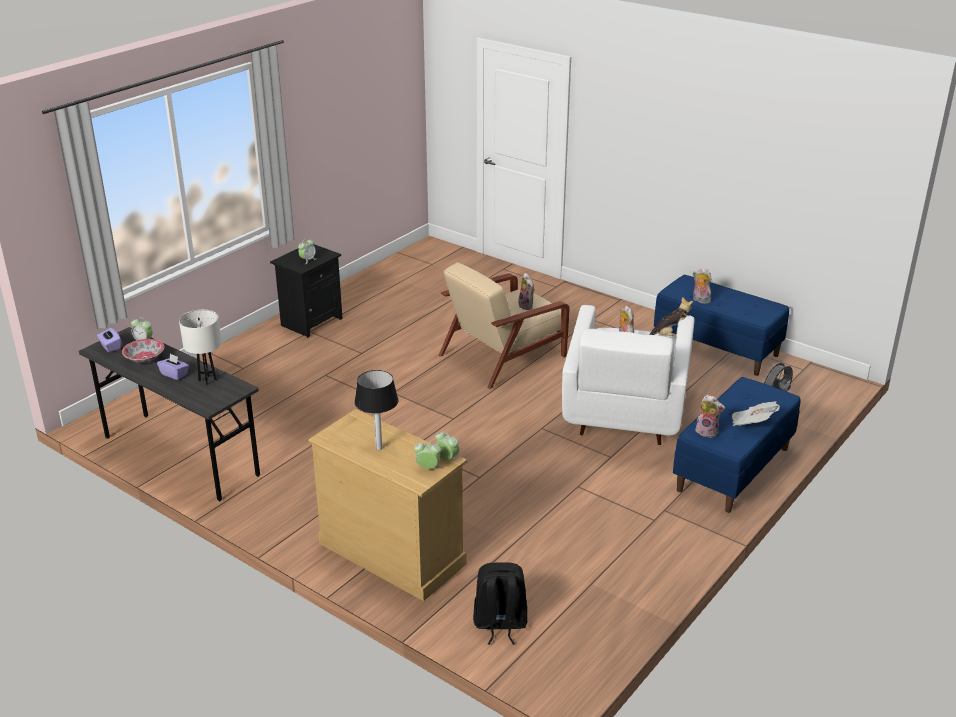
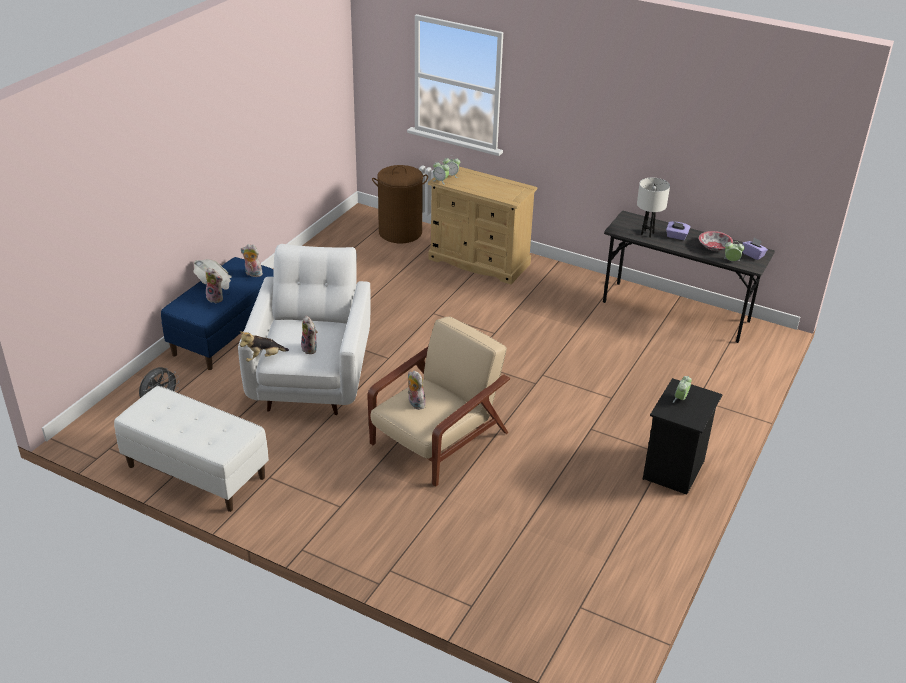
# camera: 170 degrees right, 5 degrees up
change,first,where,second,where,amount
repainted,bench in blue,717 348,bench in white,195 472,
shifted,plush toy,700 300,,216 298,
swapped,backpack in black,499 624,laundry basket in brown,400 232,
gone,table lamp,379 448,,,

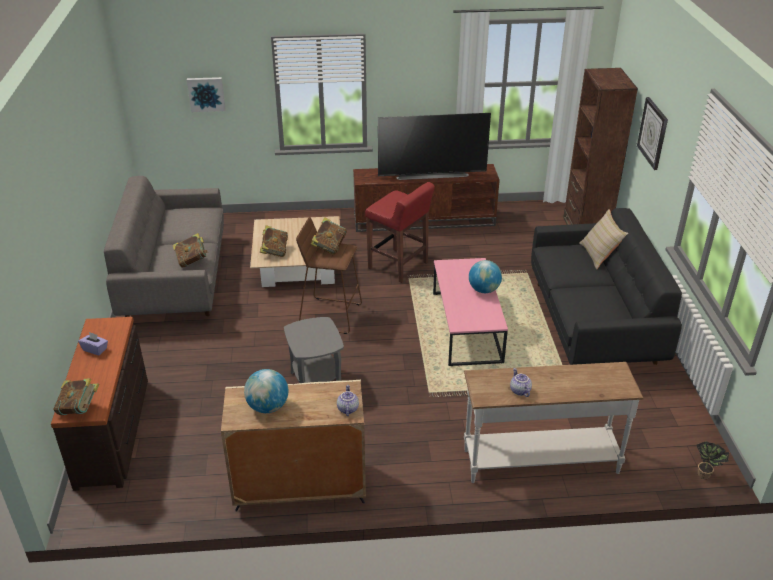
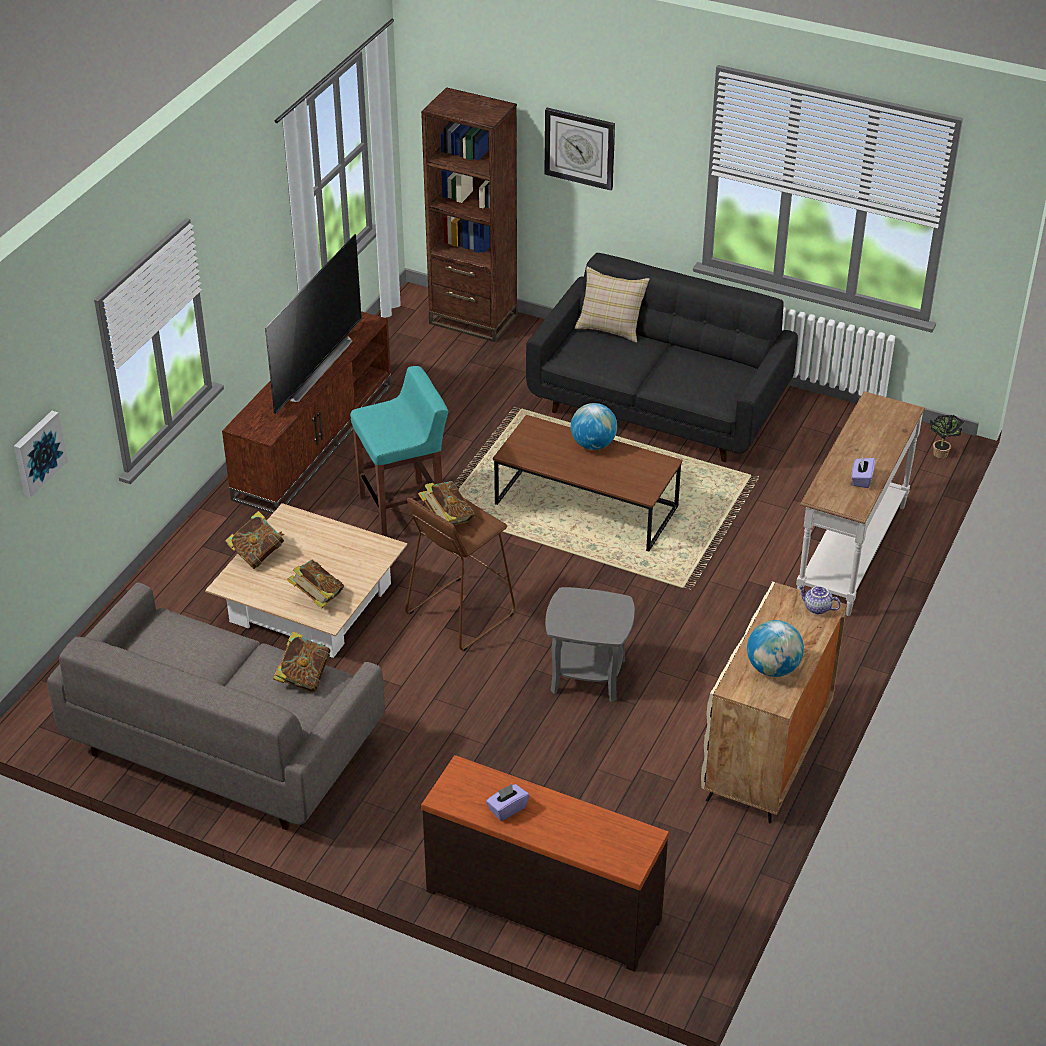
# camera: 60 degrees left, 5 degrees up
change,first,where,second,where,amount
shifted,book,79 409,,257 555,
repainted,stool in red,398 266,stool in turquoise,403 509,
repainted,coffee table in pink,466 327,coffee table in brown,586 506,
swapped,teapot,519 390,tissue box in purple,861 479,

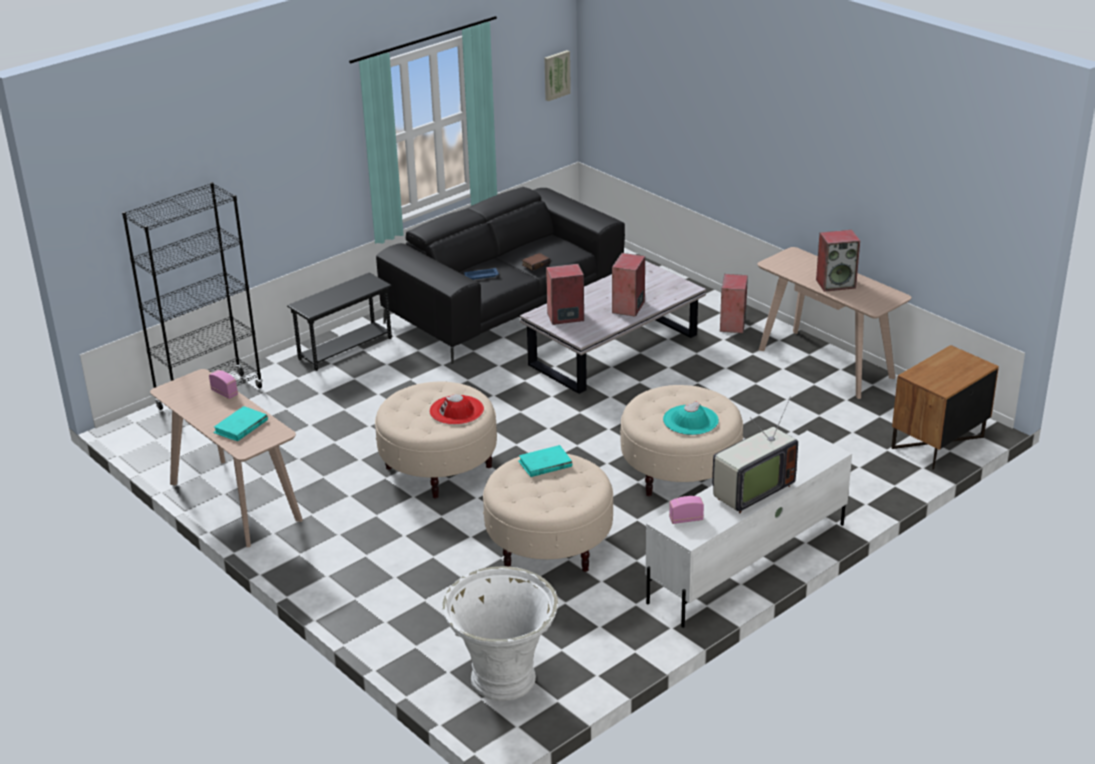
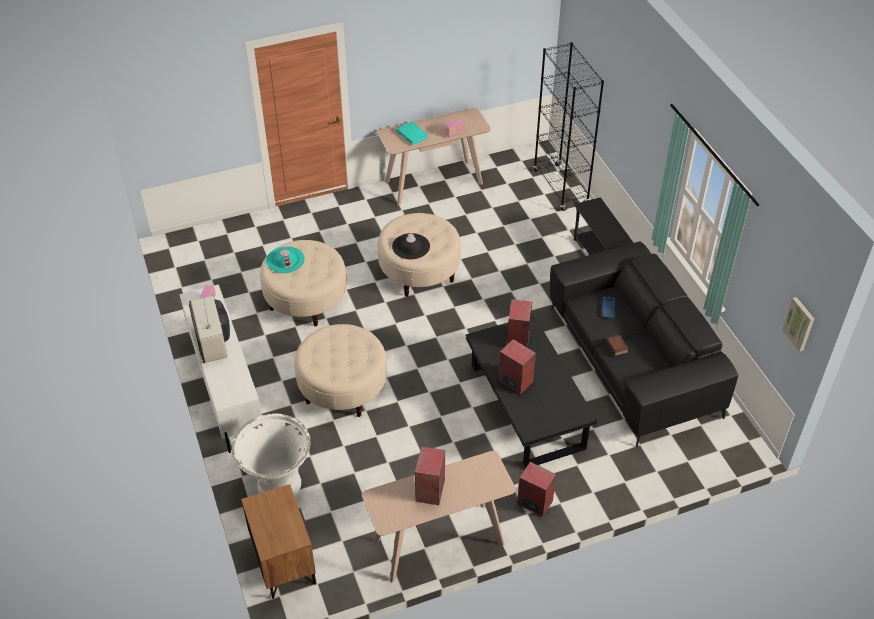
# camera: 110 degrees right, 15 degrees up
change,first,where,second,where,amount
shifted,planter in white,503 680,,278 484,
shifted,hat in turquoise,690 420,,285 260,
repainted,hat in red,456 410,hat in black,411 246,
repainted,coffee table in white,614 351,coffee table in black,526 407,
gone,book in turquoise,545 464,,,

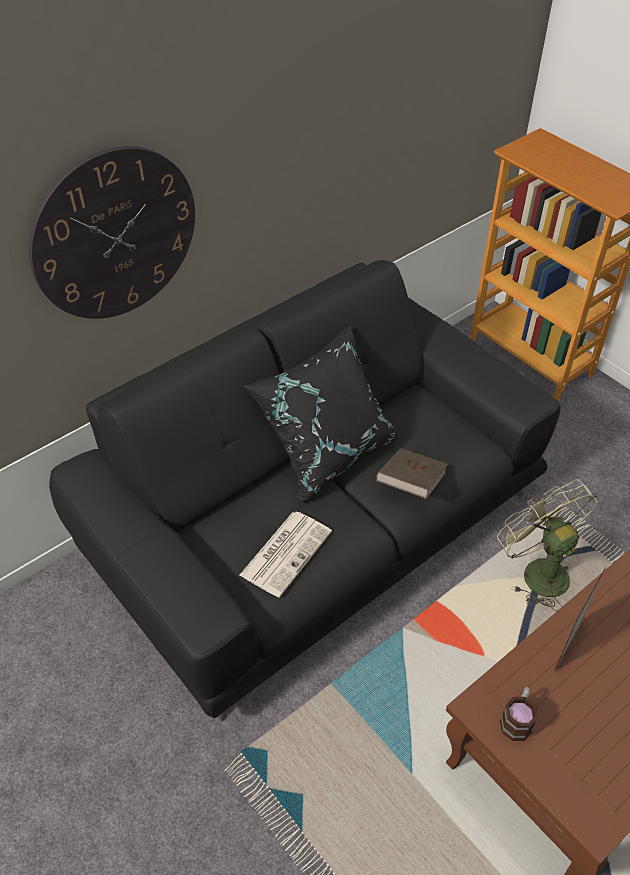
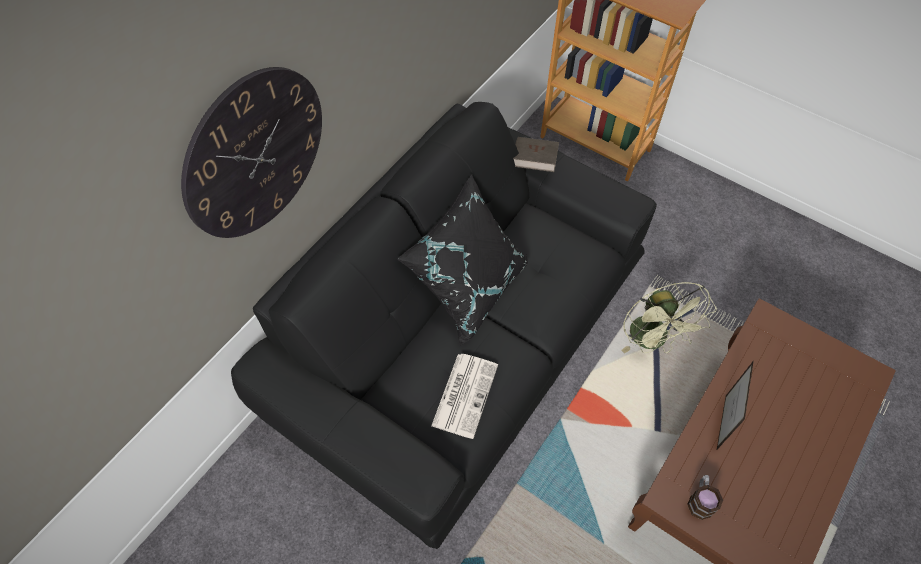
# camera: 15 degrees left, 10 degrees up
change,first,where,second,where,amount
shifted,book in brown,410 484,,533 164,
rotated,fan in green,537 571,,653 340,150 degrees counterclockwise

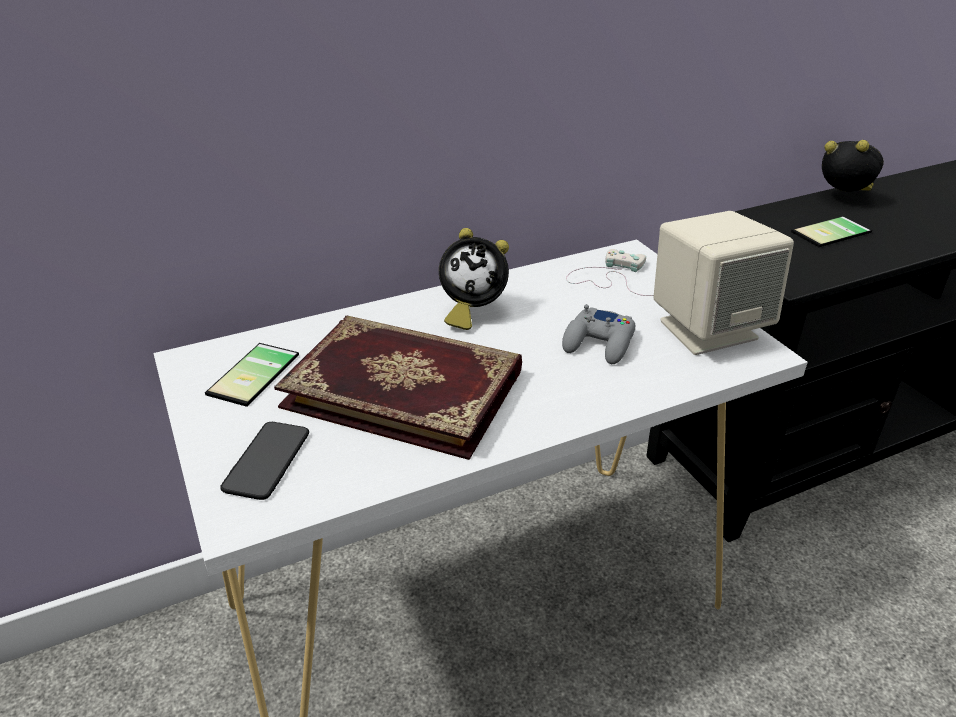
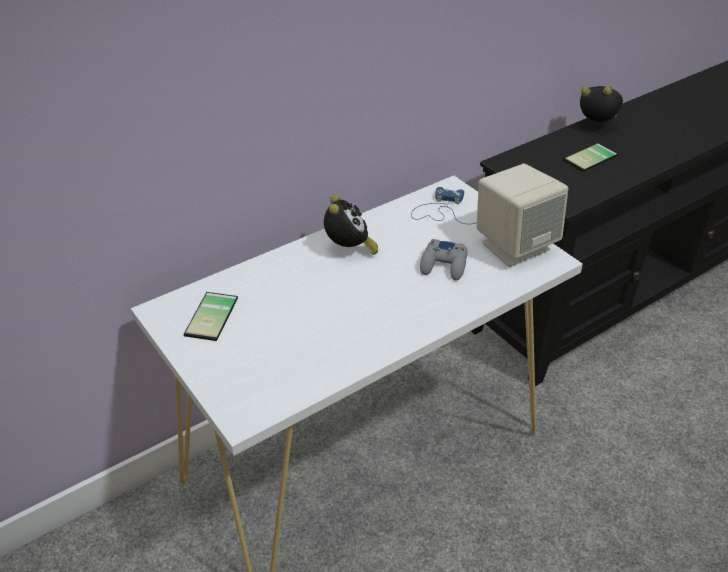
# camera: 10 degrees left, 5 degrees up
change,first,where,second,where,amount
rotated,alarm clock,471 311,,349 249,90 degrees counterclockwise
repainted,game controller in white,610 277,game controller in blue,441 210,
gone,phone,267 461,,,
gone,book,405 387,,,

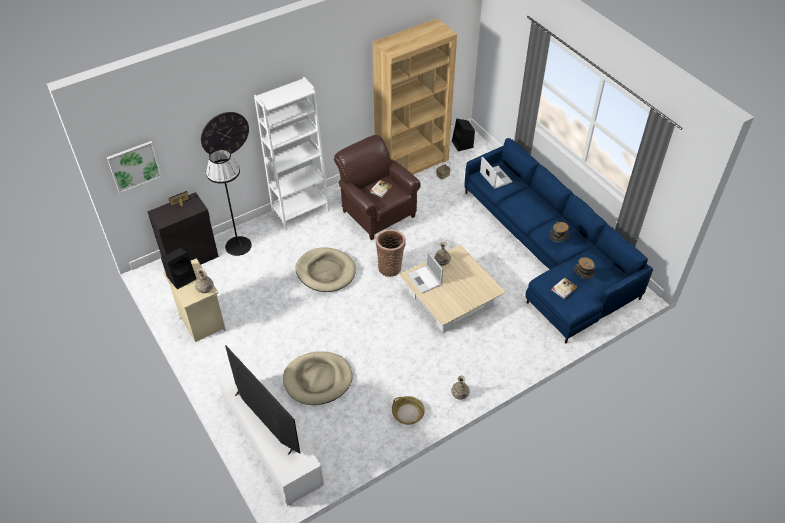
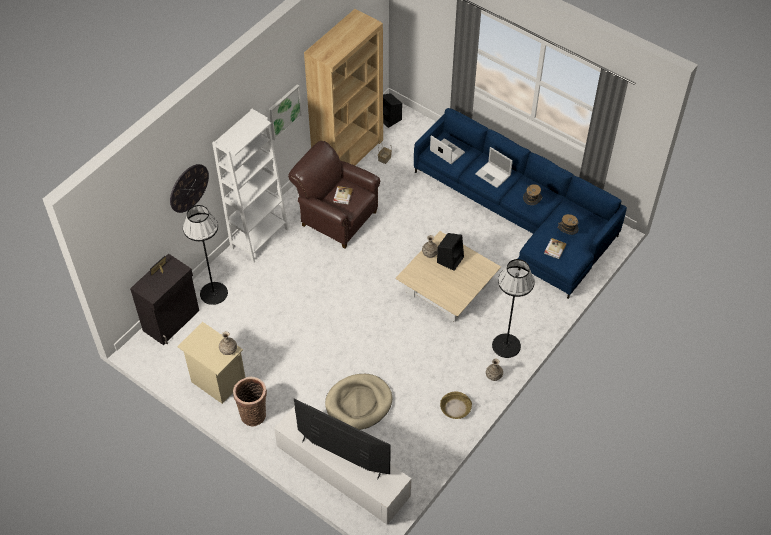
# camera: 20 degrees left, 5 degrees up
change,first,where,second,where,amount
shifted,basket,390 267,,253 413,
shifted,picture,134 166,,284 111,
shifted,speaker in black,182 277,,450 259,
shifted,laptop,425 280,,493 175,
new,,,floor lamp in black,506 345,
gone,dog bed in beige,326 271,,,

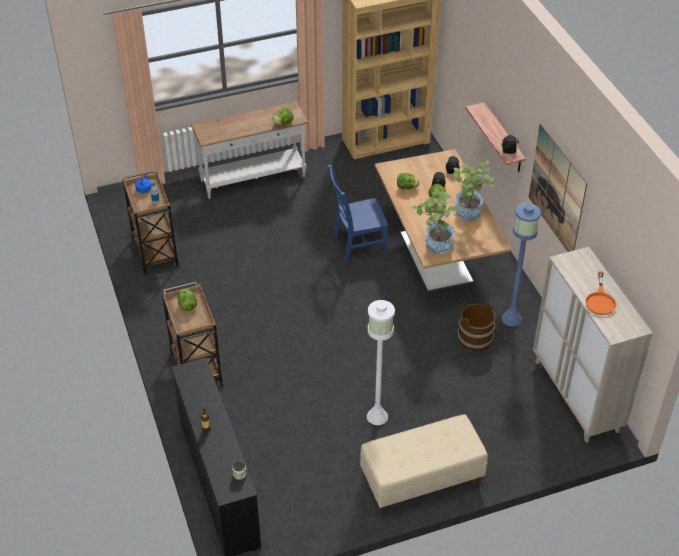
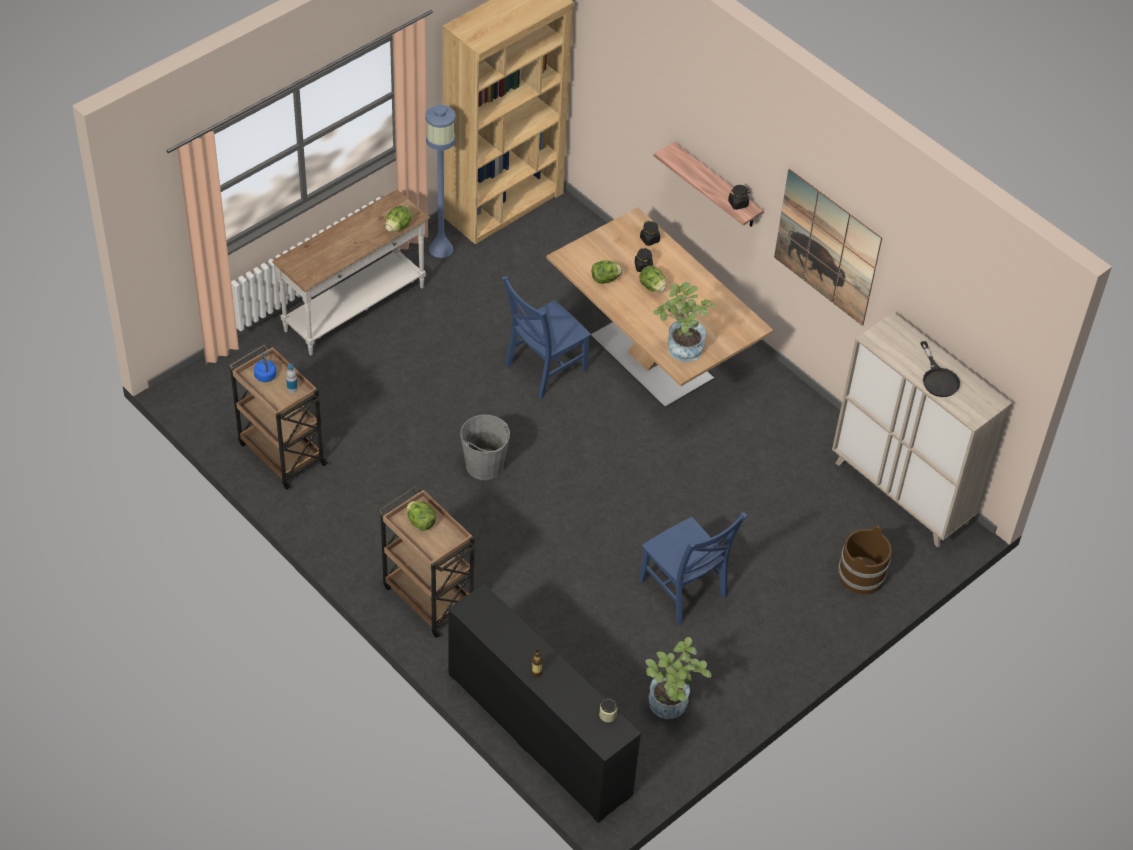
# camera: 25 degrees left, 5 degrees up
change,first,where,second,where,amount
shifted,floor lamp in blue,511 319,,441 249,
new,,,bucket in grey,484 465,
swapped,floor lamp in white,377 417,chair in blue,685 591,
shifted,potted plant,468 215,,670 708,
shifted,bucket in brown,475 339,,861 576,
repainted,frying pan in orange,600 300,frying pan in black,938 378,
gone,bench in beige,421 481,,,

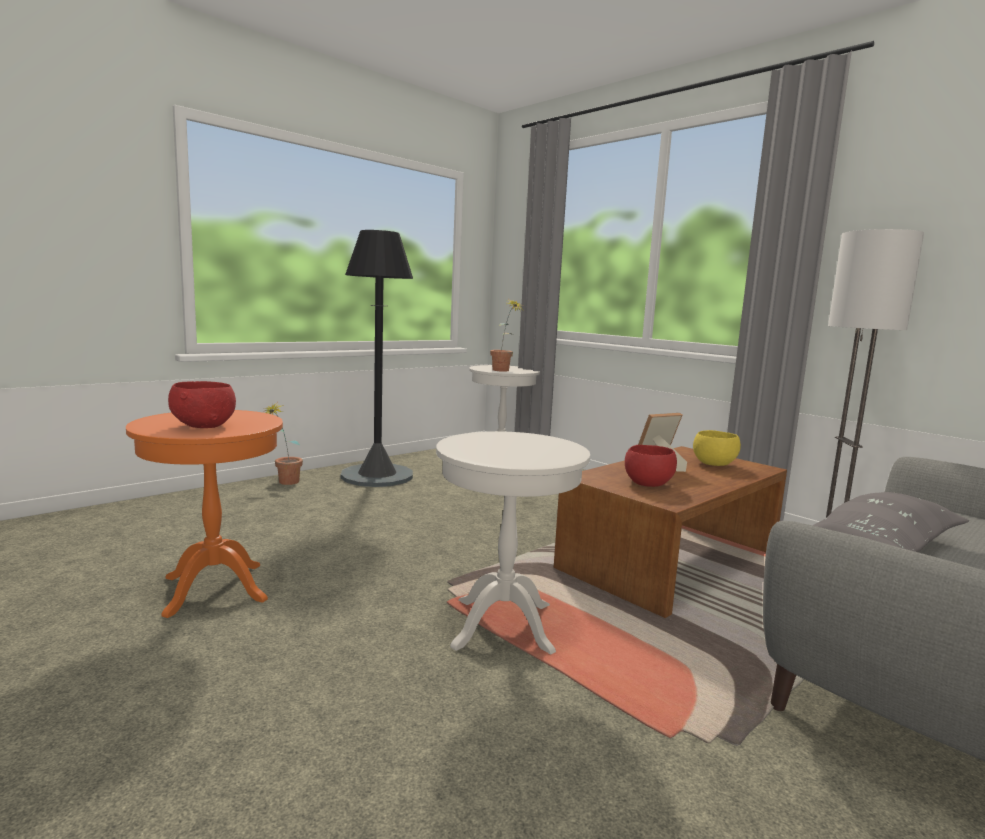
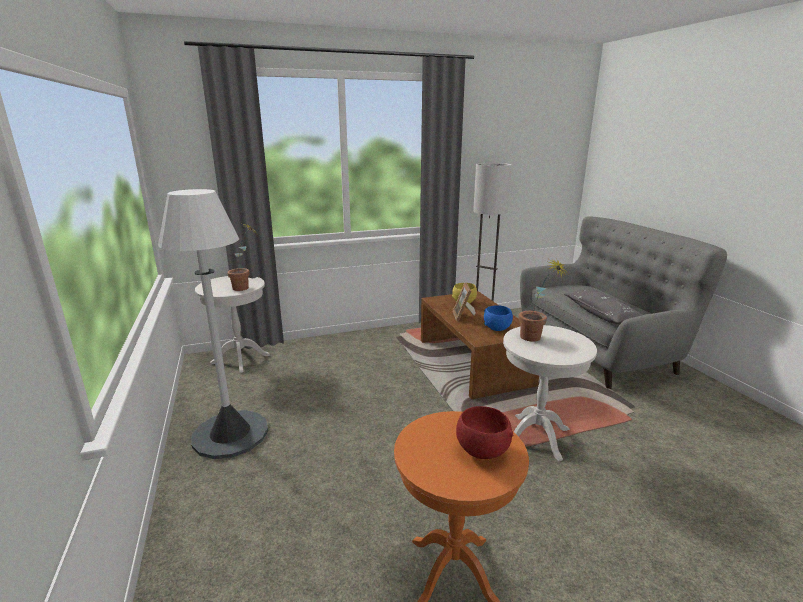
# camera: 65 degrees left, 10 degrees up
change,first,where,second,where,amount
repainted,floor lamp in black,377 476,floor lamp in white,230 434,
repainted,bowl in red,648 484,bowl in blue,497 328,
shifted,potted plant,284 483,,535 339,

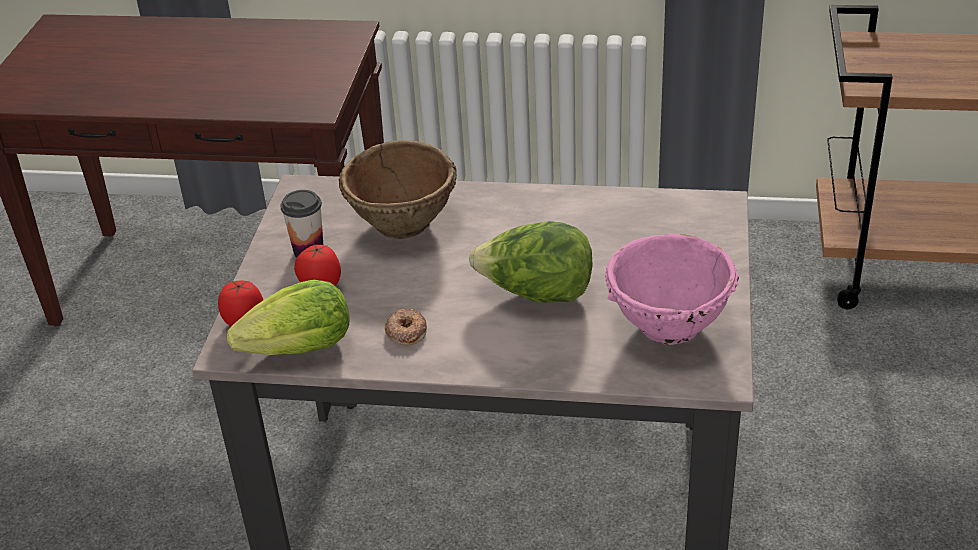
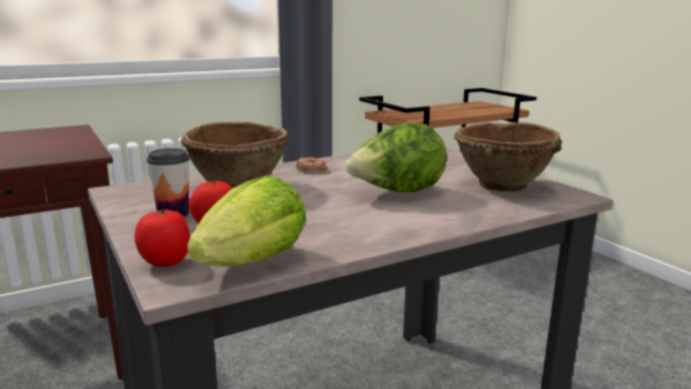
# camera: 40 degrees left, 20 degrees down
change,first,where,second,where,amount
shifted,donut,406 331,,311 169,
repainted,bowl in pink,668 326,bowl in brown,502 186,

